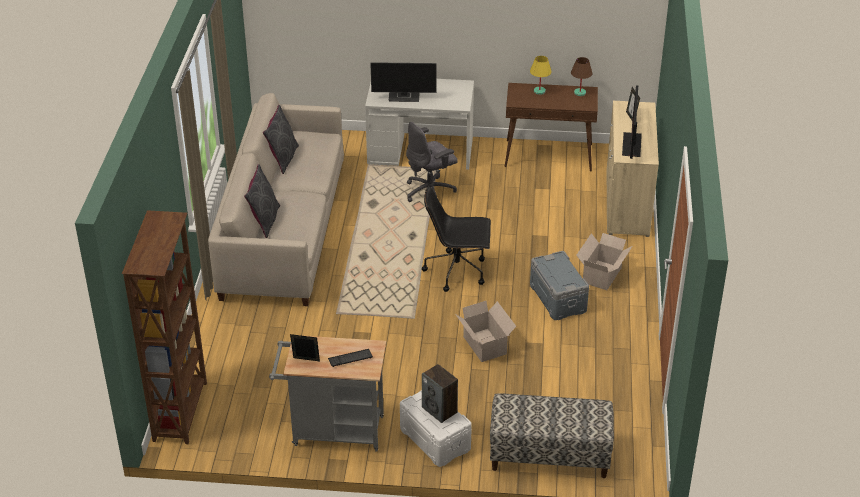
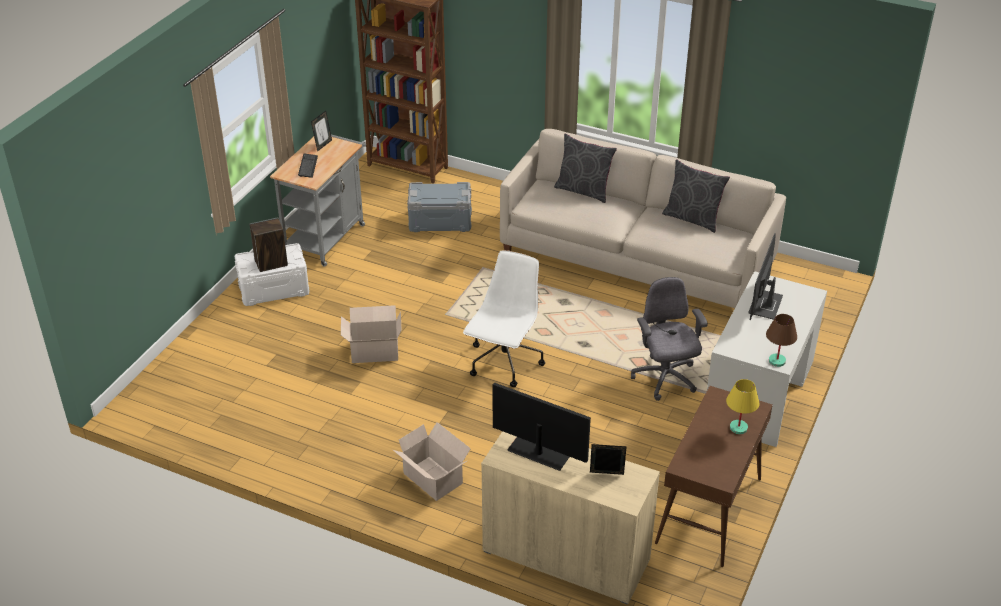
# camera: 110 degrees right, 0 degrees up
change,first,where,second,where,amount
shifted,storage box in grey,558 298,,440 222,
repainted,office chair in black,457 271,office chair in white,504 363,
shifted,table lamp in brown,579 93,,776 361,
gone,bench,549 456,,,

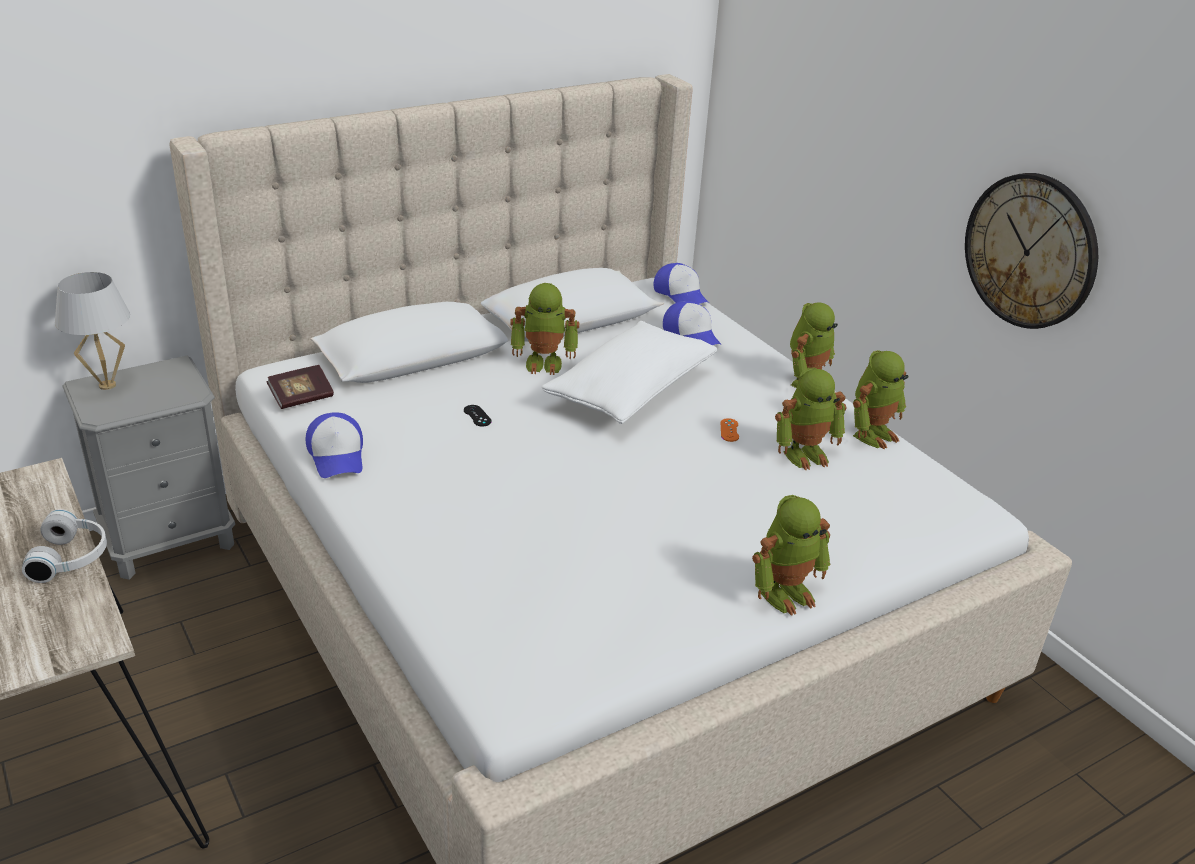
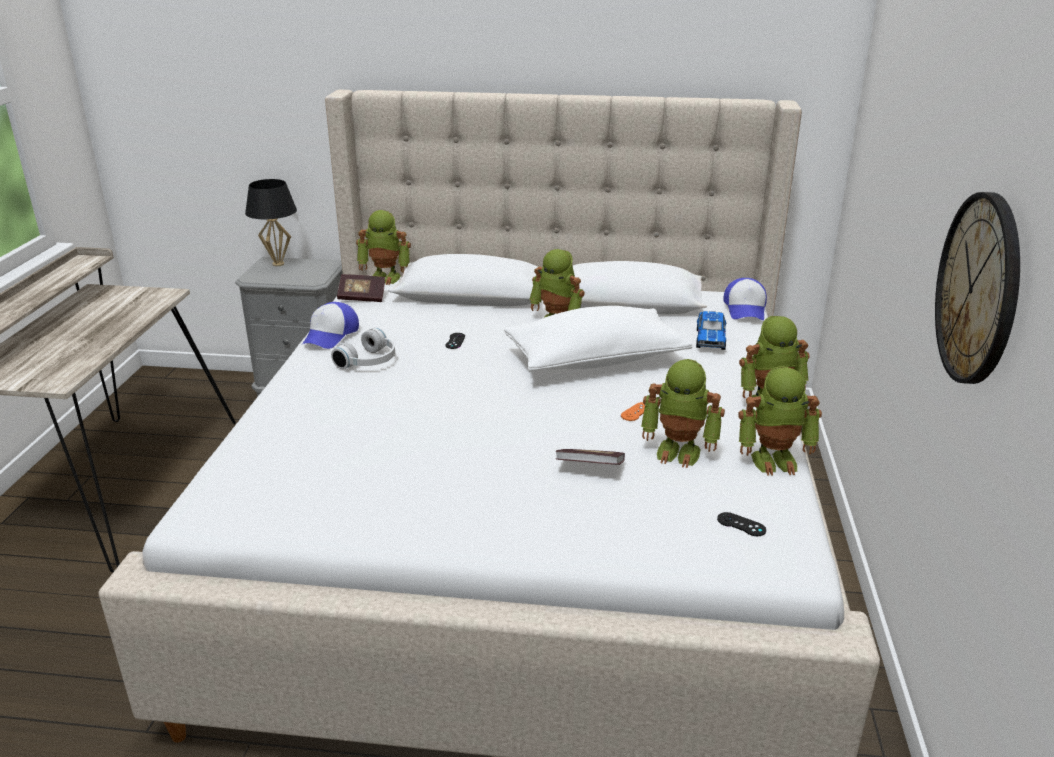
# camera: 40 degrees right, 5 degrees down
change,first,where,second,where,amount
repainted,table lamp in white,107 386,table lamp in black,278 264,
shifted,headphones in white,72 557,,370 361,
shifted,toy robot,785 592,,386 277,
new,,,book,589 468,
swapped,cap,692 335,toy car,710 338,
new,,,game controller in black,741 524,

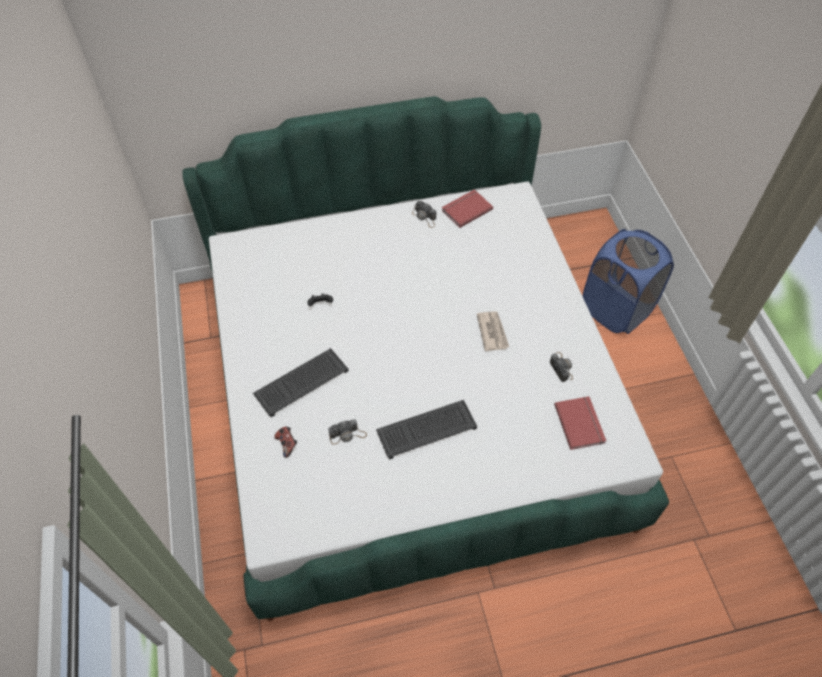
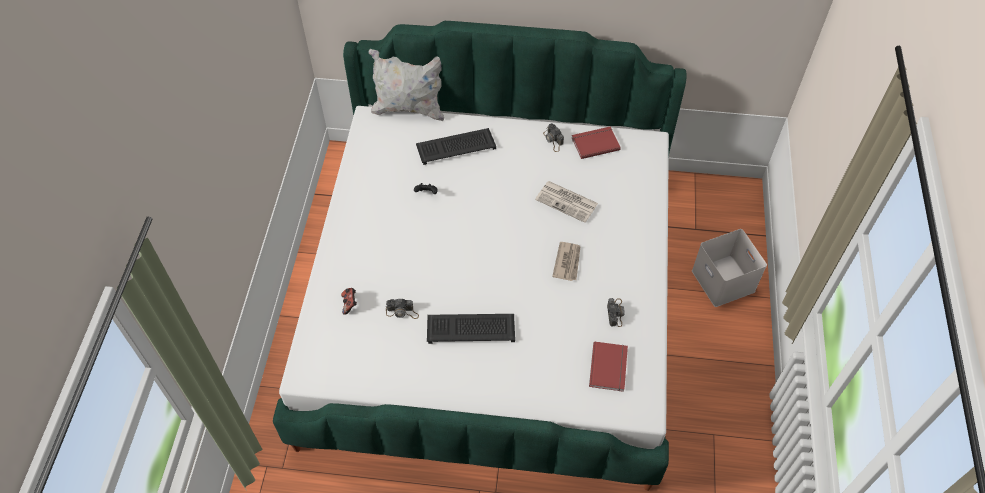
# camera: 20 degrees right, 0 degrees up
change,first,where,second,where,amount
new,,,pillow in white,409 109,
shifted,keyboard,301 381,,456 146,
new,,,newspaper,567 202,
swapped,laundry basket in blue,616 309,storage box in white,724 281,

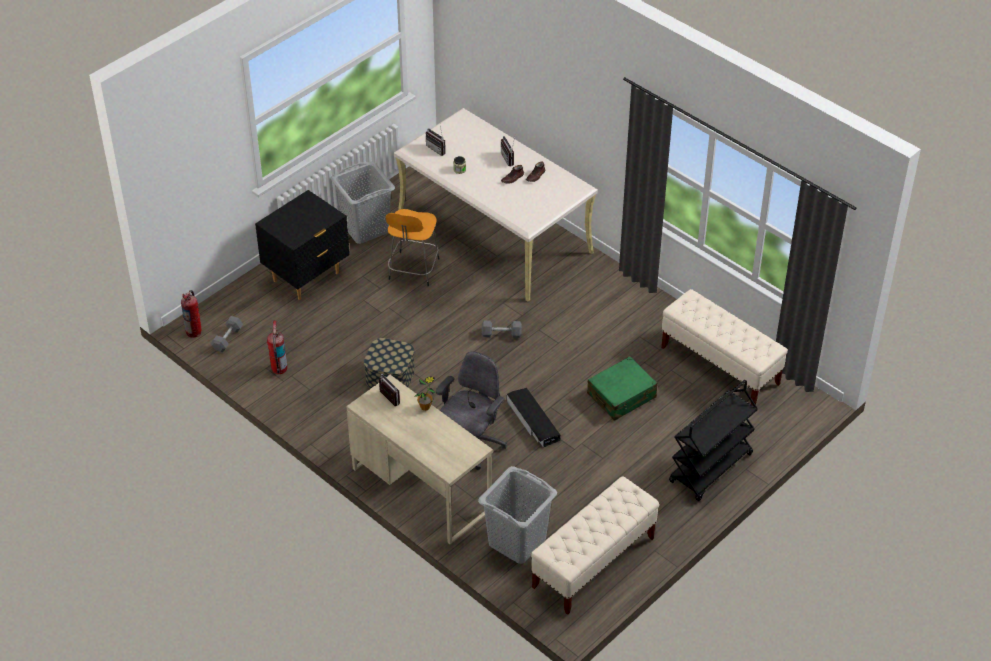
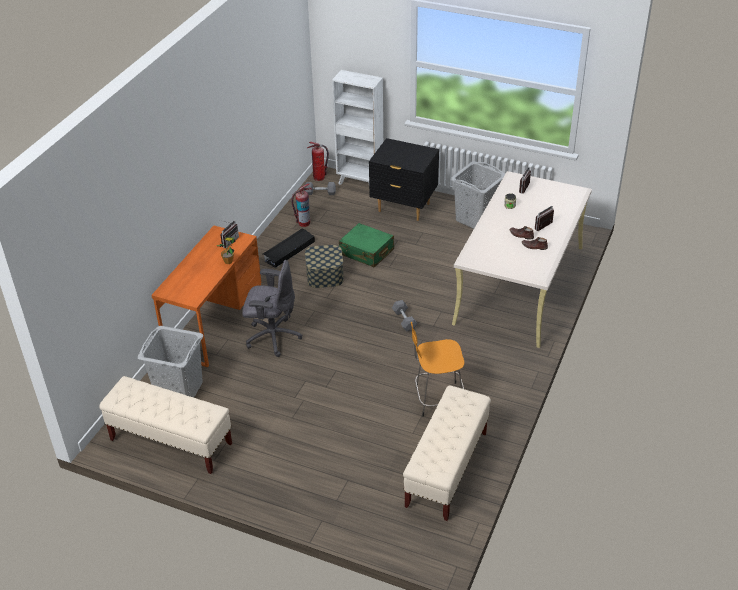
# camera: 70 degrees right, 5 degrees down
change,first,where,second,where,amount
repainted,desk in beige,421 489,desk in orange,215 324,
shifted,storage box in black,533 421,,288 251,
new,,,bookcase in white,360 182,
shifted,suitcase in green,622 396,,367 252,
shifted,stool in orange,413 270,,437 399,
gone,cart in black,711 469,,,

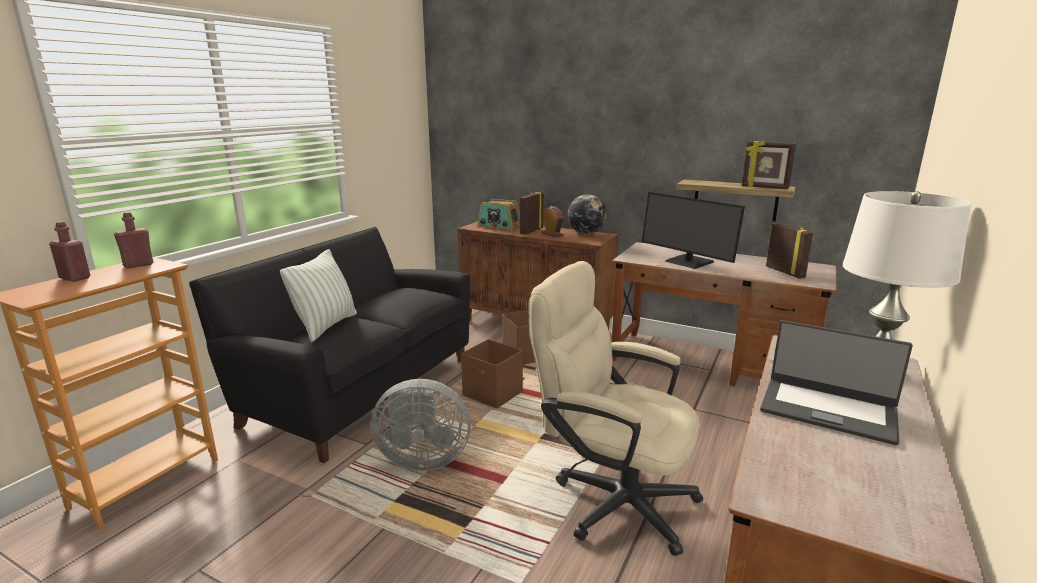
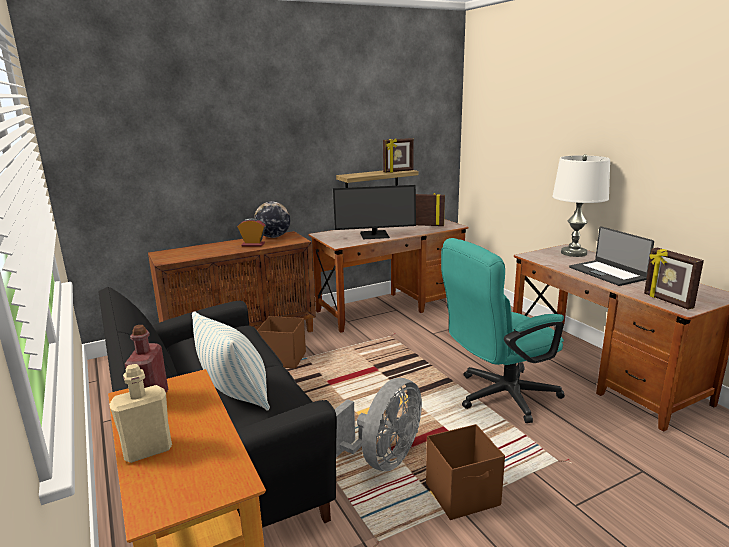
# camera: 55 degrees left, 0 degrees up
change,first,where,second,where,amount
repainted,bottle in red,75 278,bottle in beige,147 450,
shifted,storage box in brown,493 394,,463 494,
repainted,office chair in beige,611 498,office chair in turquoise,498 397,
rotated,laptop,828 410,,607 273,90 degrees clockwise
shifted,picture frame,531 231,,667 301,
gone,radio,499 226,,,

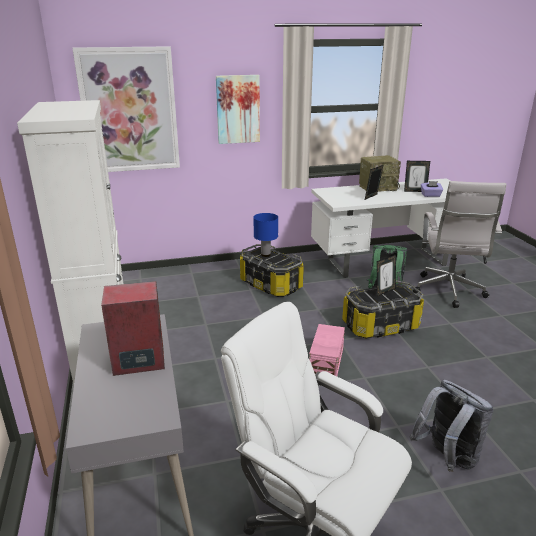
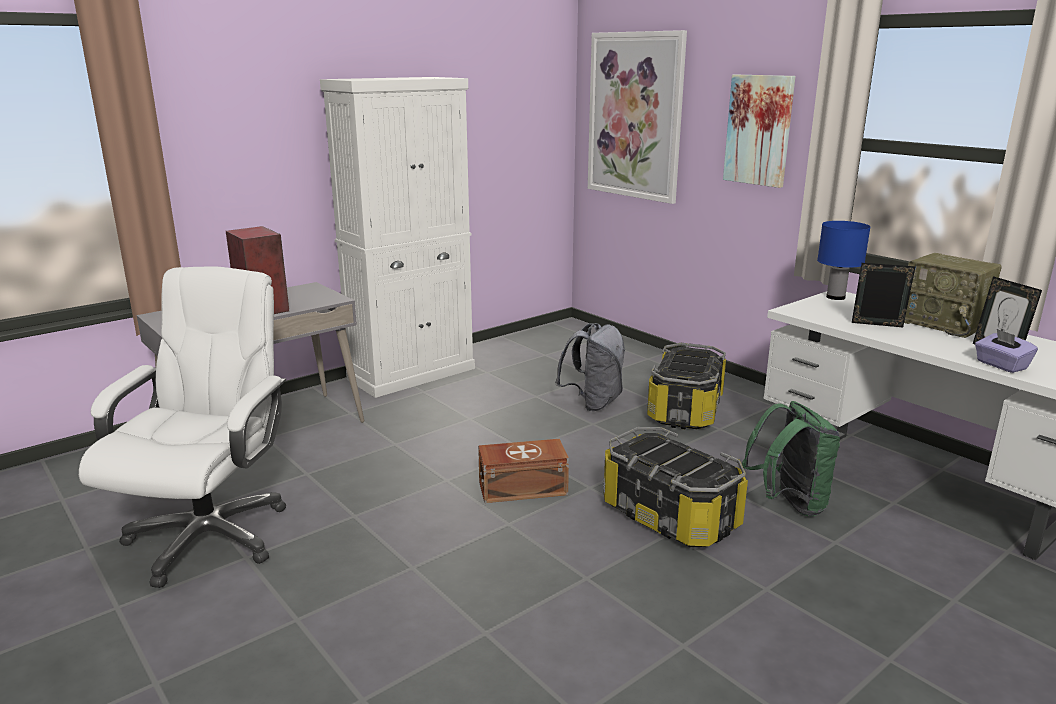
# camera: 65 degrees right, 5 degrees down
change,first,where,second,where,amount
repainted,storage box in pink,325 362,storage box in brown,521 487,
shifted,backpack in grey,447 458,,593 403,
shifted,table lamp in blue,265 254,,836 297,
gone,picture frame,384 291,,,
gone,office chair in white,448 292,,,

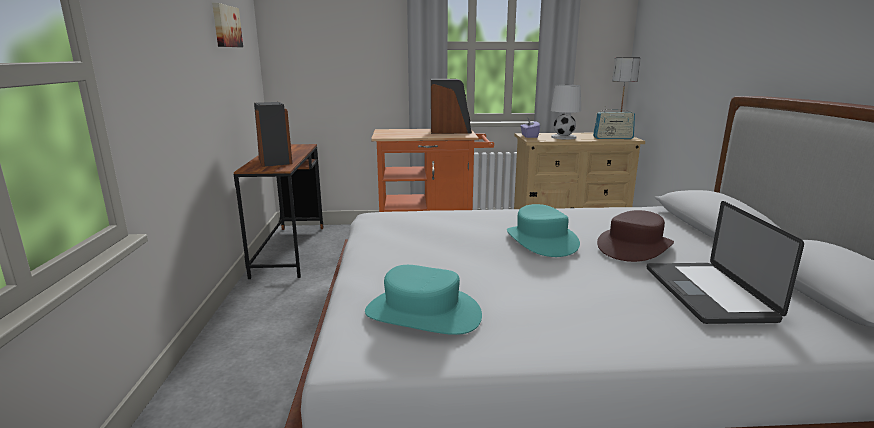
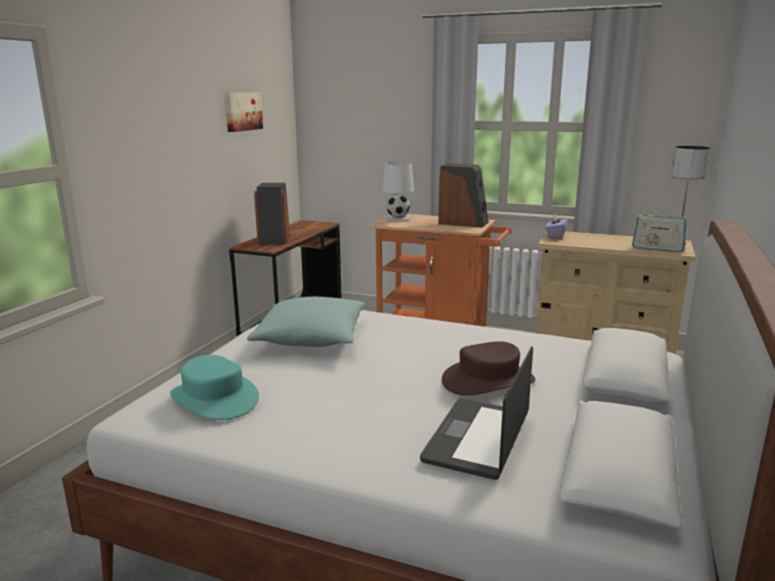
# camera: 25 degrees right, 0 degrees up
change,first,where,second,where,amount
new,,,pillow in turquoise,311 338,
shifted,table lamp in white,563 137,,397 218,
gone,hat in turquoise,541 241,,,

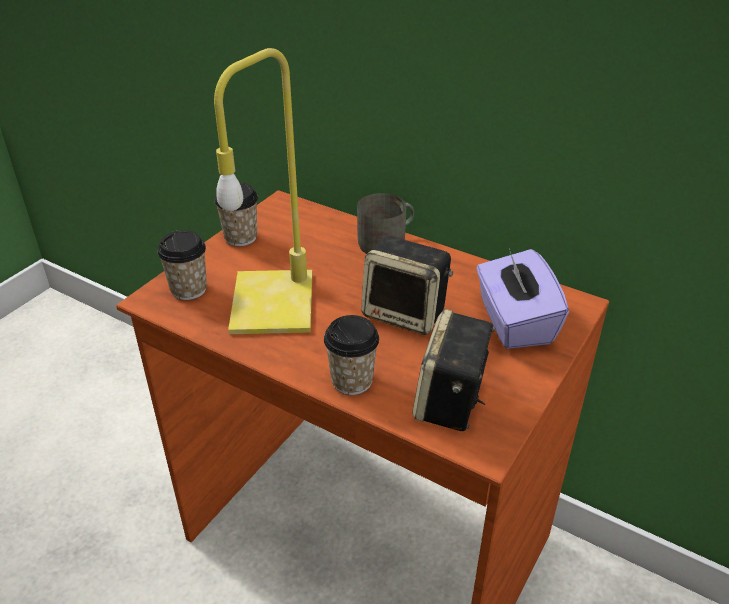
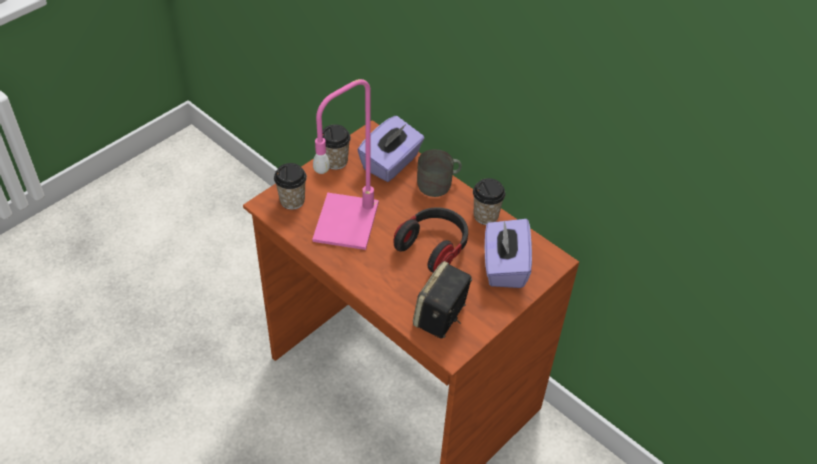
# camera: 10 degrees right, 10 degrees up
change,first,where,second,where,amount
repainted,table lamp in yellow,271 300,table lamp in pink,345 220,
new,,,tissue box in purple,391 163,
swapped,speaker,406 314,headphones,433 247,
shifted,cup,352 381,,485 216,

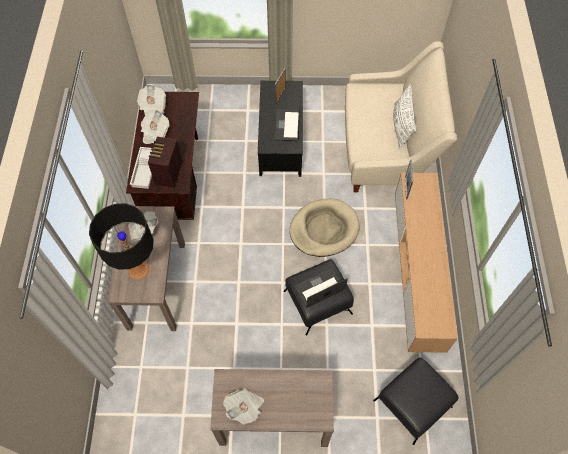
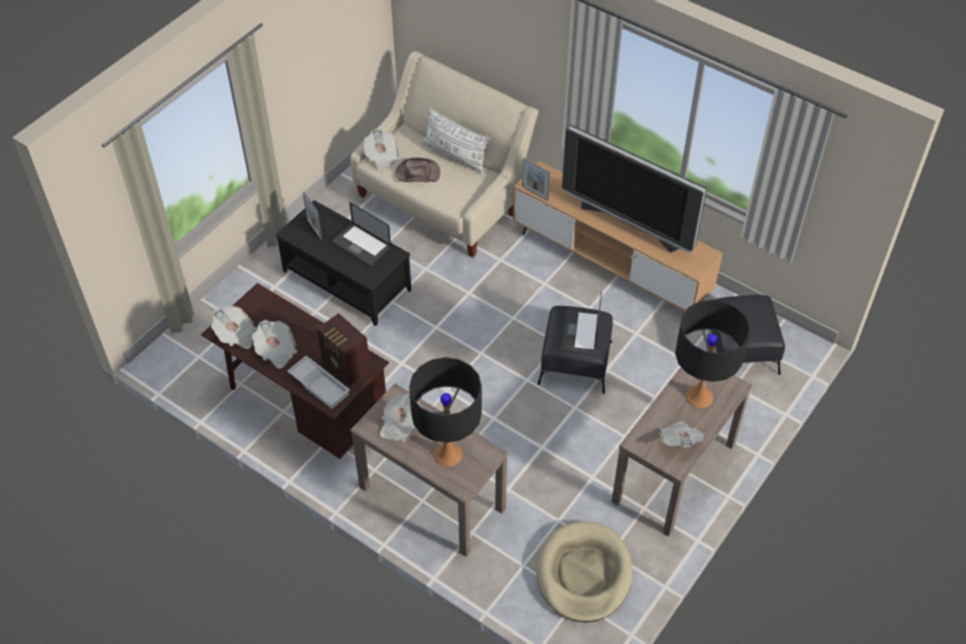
# camera: 55 degrees left, 10 degrees down
change,first,where,second,where,amount
new,,,newspaper,382 157,
new,,,hat in brown,417 173,
shifted,dog bed in beige,324 229,,583 574,
new,,,television,630 224,
new,,,table lamp in black,699 396,

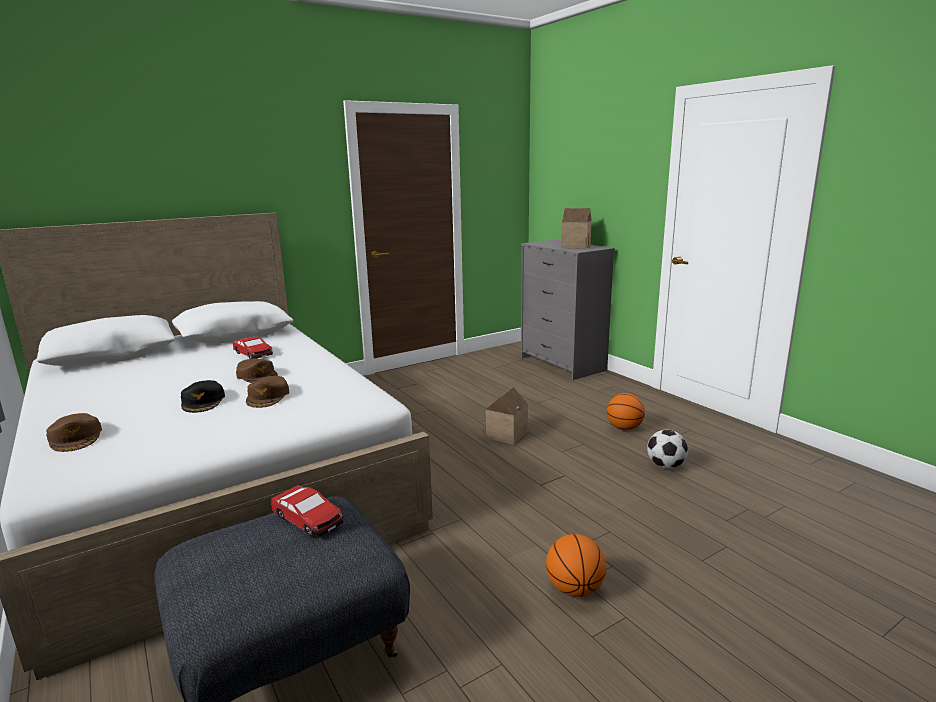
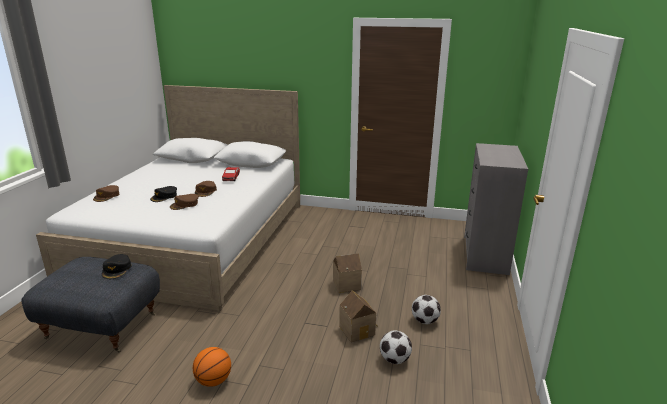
# camera: 45 degrees right, 5 degrees up
change,first,where,second,where,amount
swapped,toy car,308 519,cap in black,117 269,
shifted,toy house,575 246,,358 330,
swapped,basketball,624 428,football,424 321,

